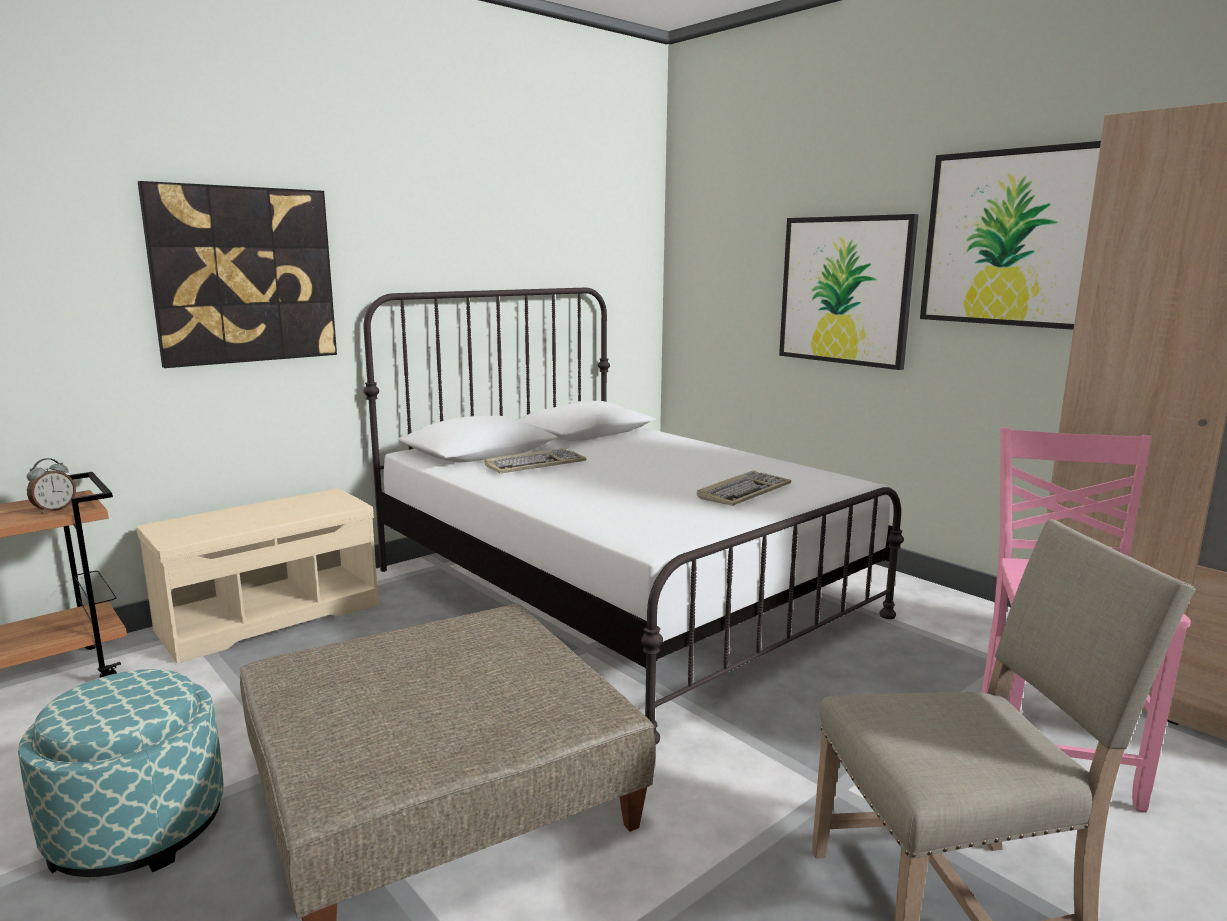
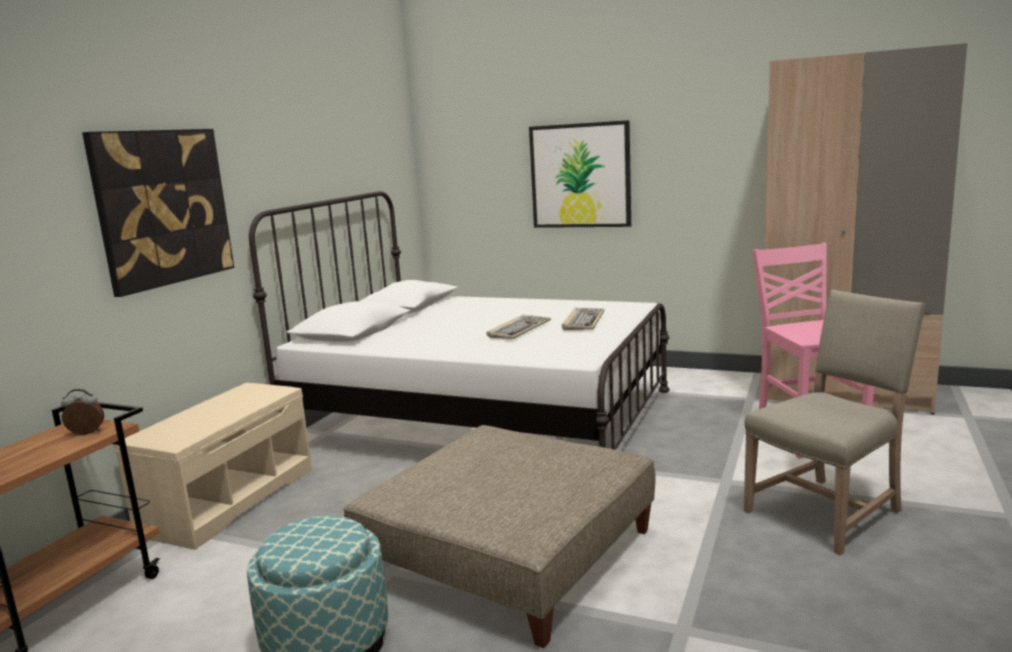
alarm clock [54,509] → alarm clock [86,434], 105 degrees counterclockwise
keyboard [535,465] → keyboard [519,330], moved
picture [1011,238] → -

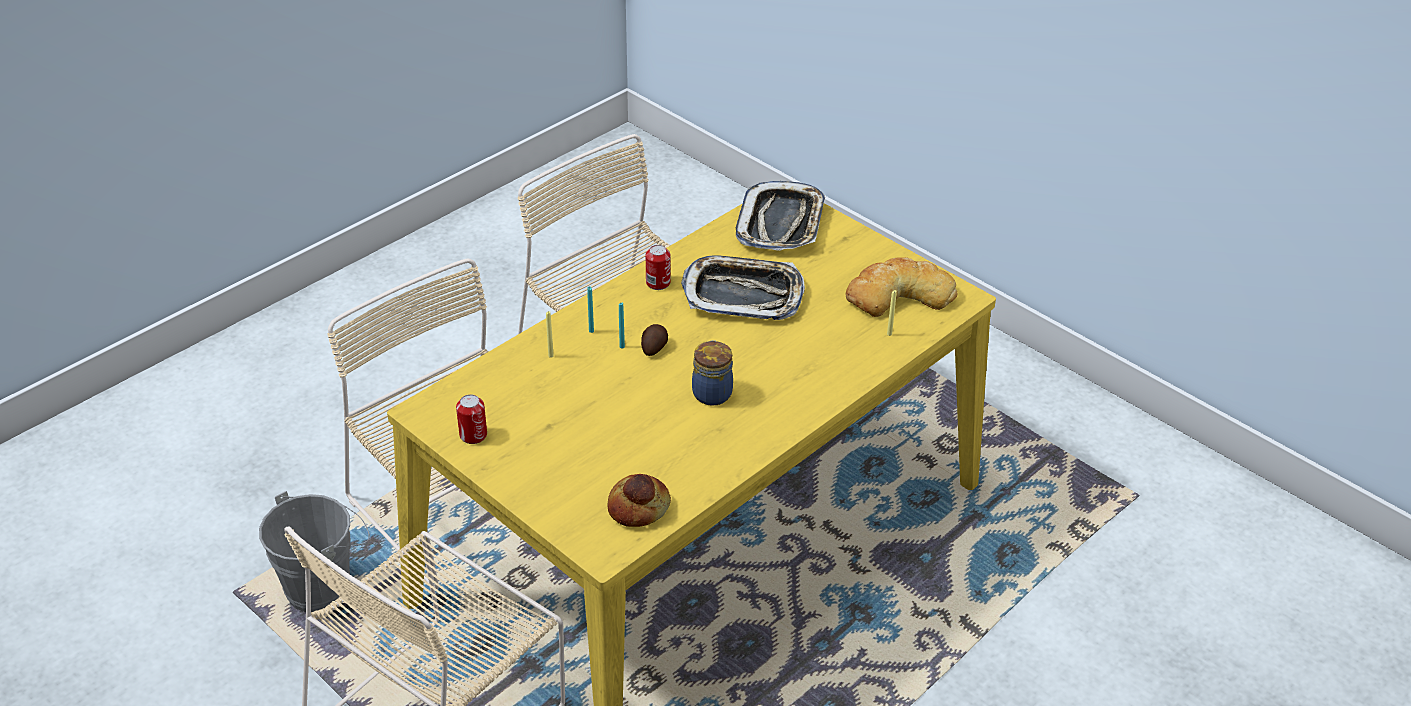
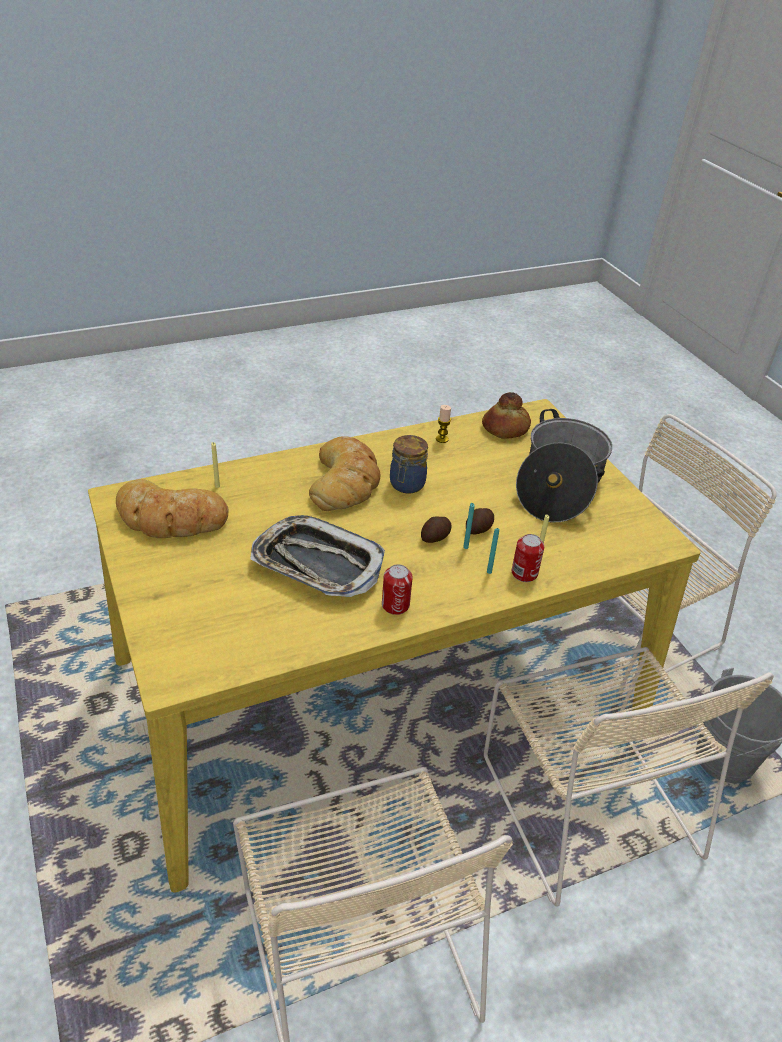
can [473,435] → can [524,573], moved
tray [781,224] → -
- → bread [346,480]
- → candle [442,439]
- → potato [479,529]
- → cooking pot [558,485]

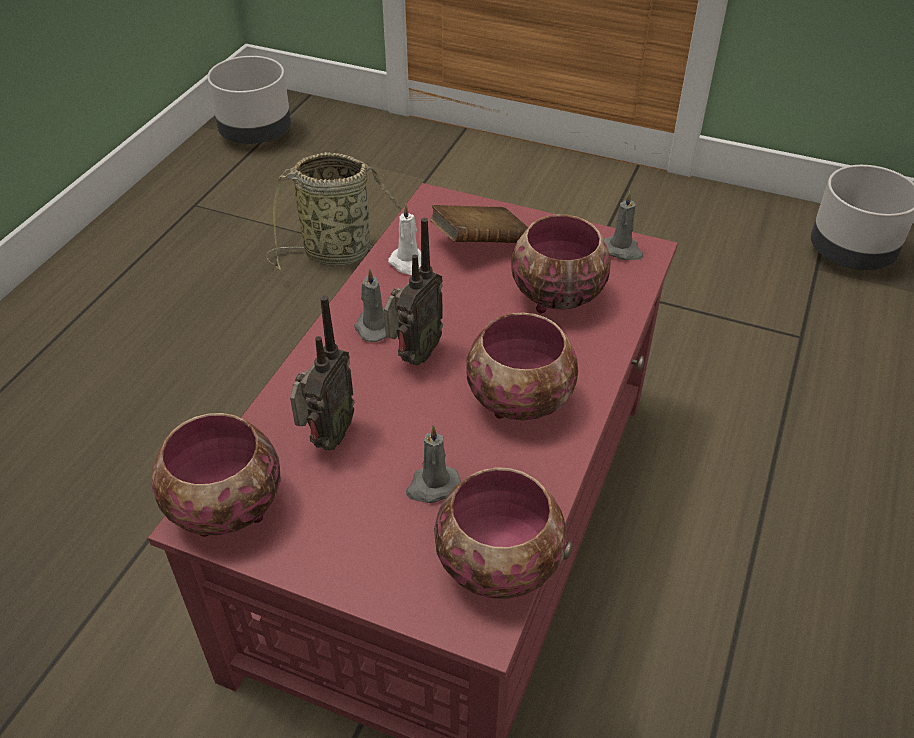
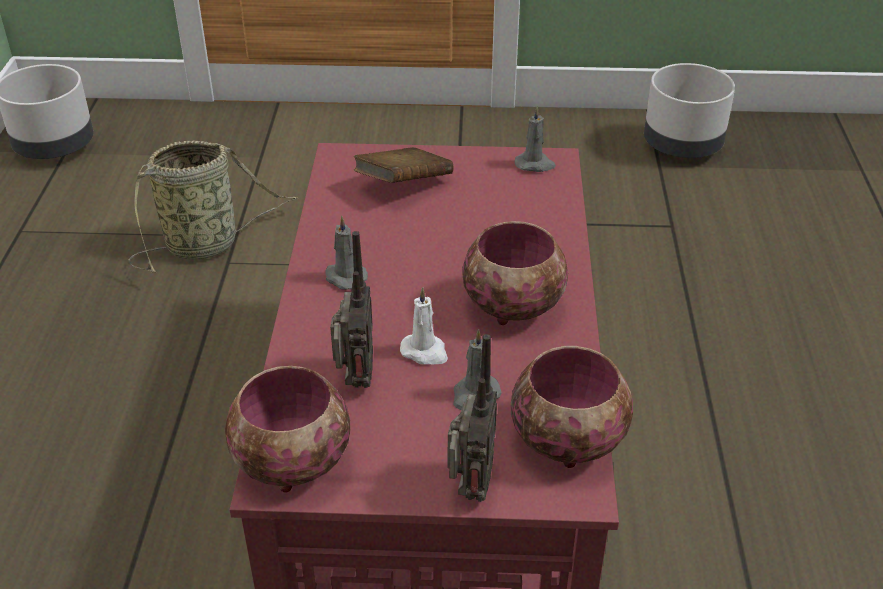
radio [413,356] → radio [470,489], moved
candle (white) [409,264] → candle (white) [425,352], moved
bowl [555,296] → -

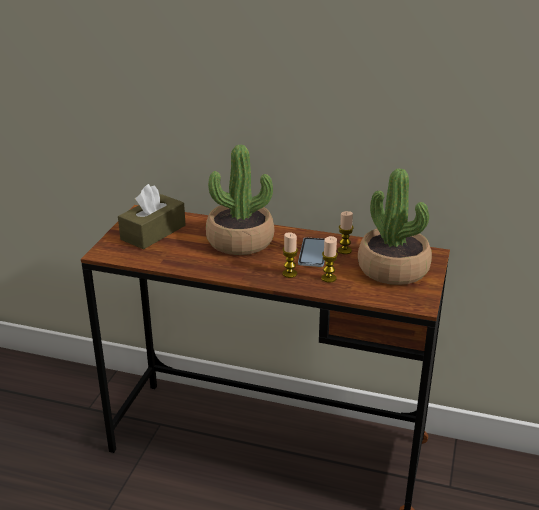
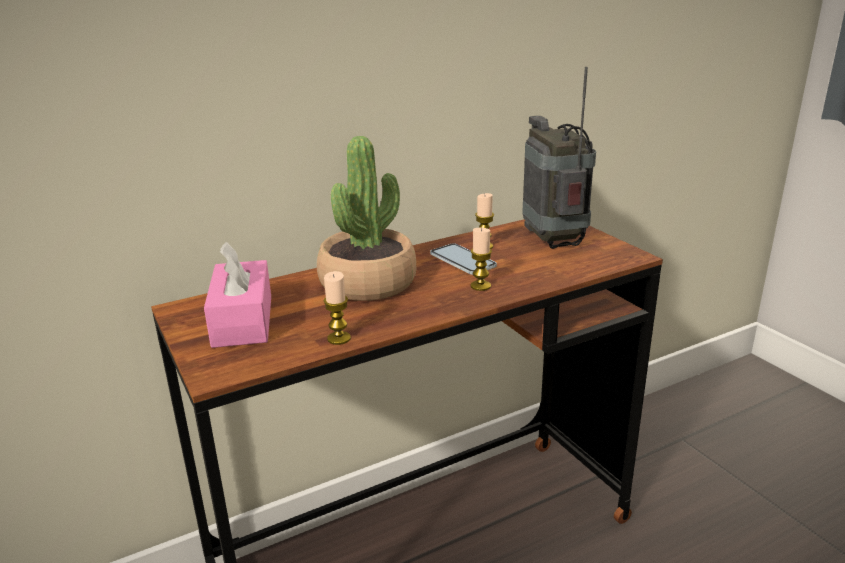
tissue box (brown) [153,232] → tissue box (pink) [243,321]
candle [328,278] → candle [339,338], moved
potted plant [393,269] → radio [554,241]

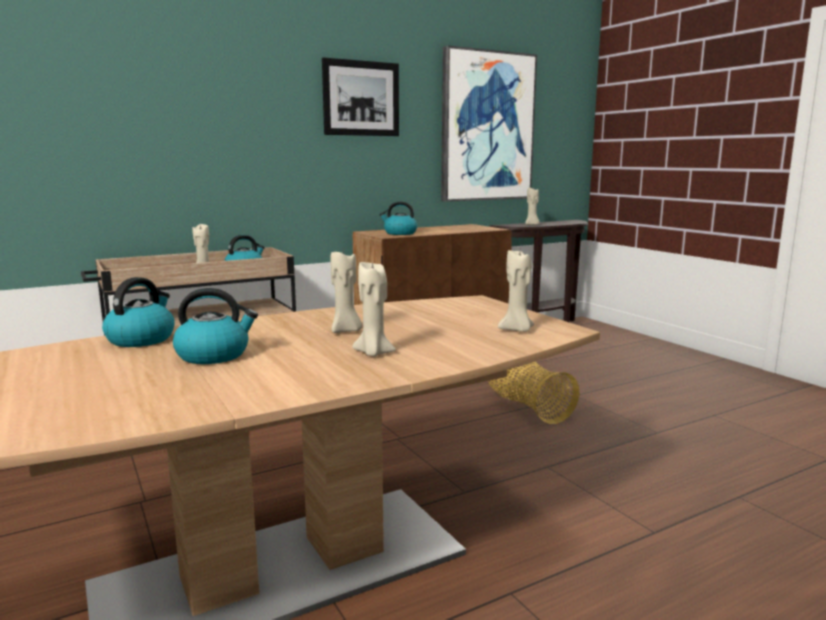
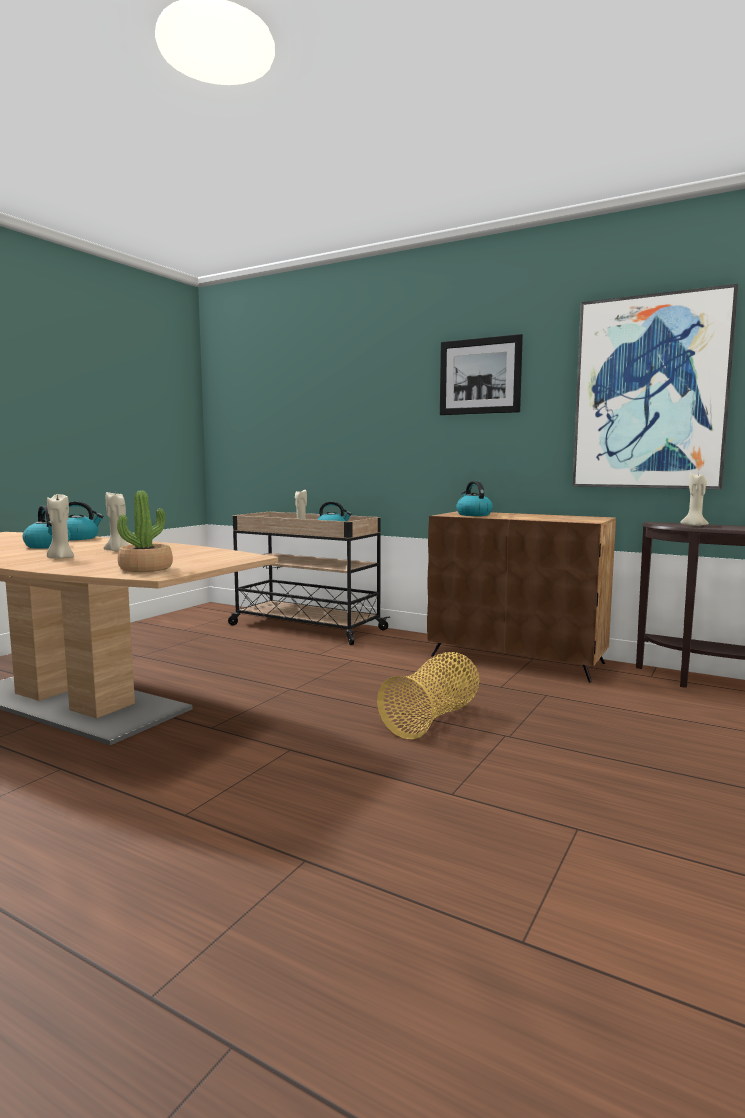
candle (beige) [517,330] → potted plant [146,568]

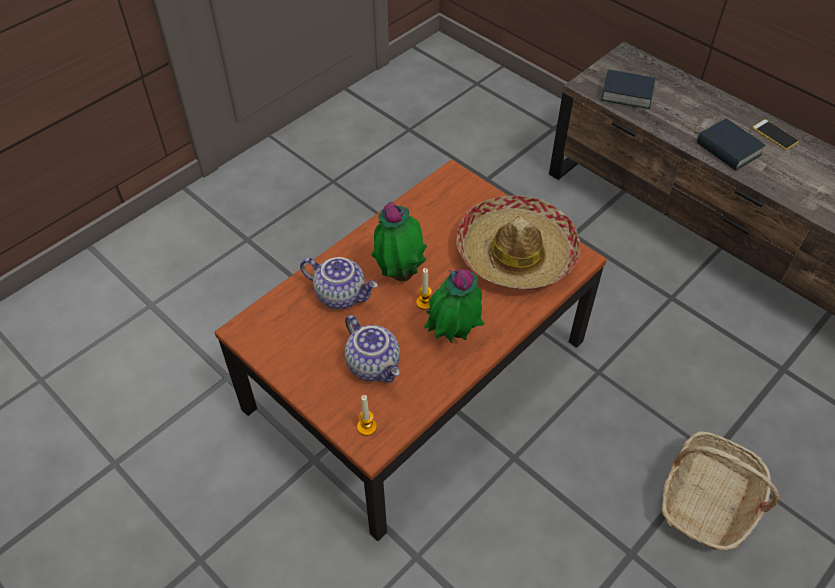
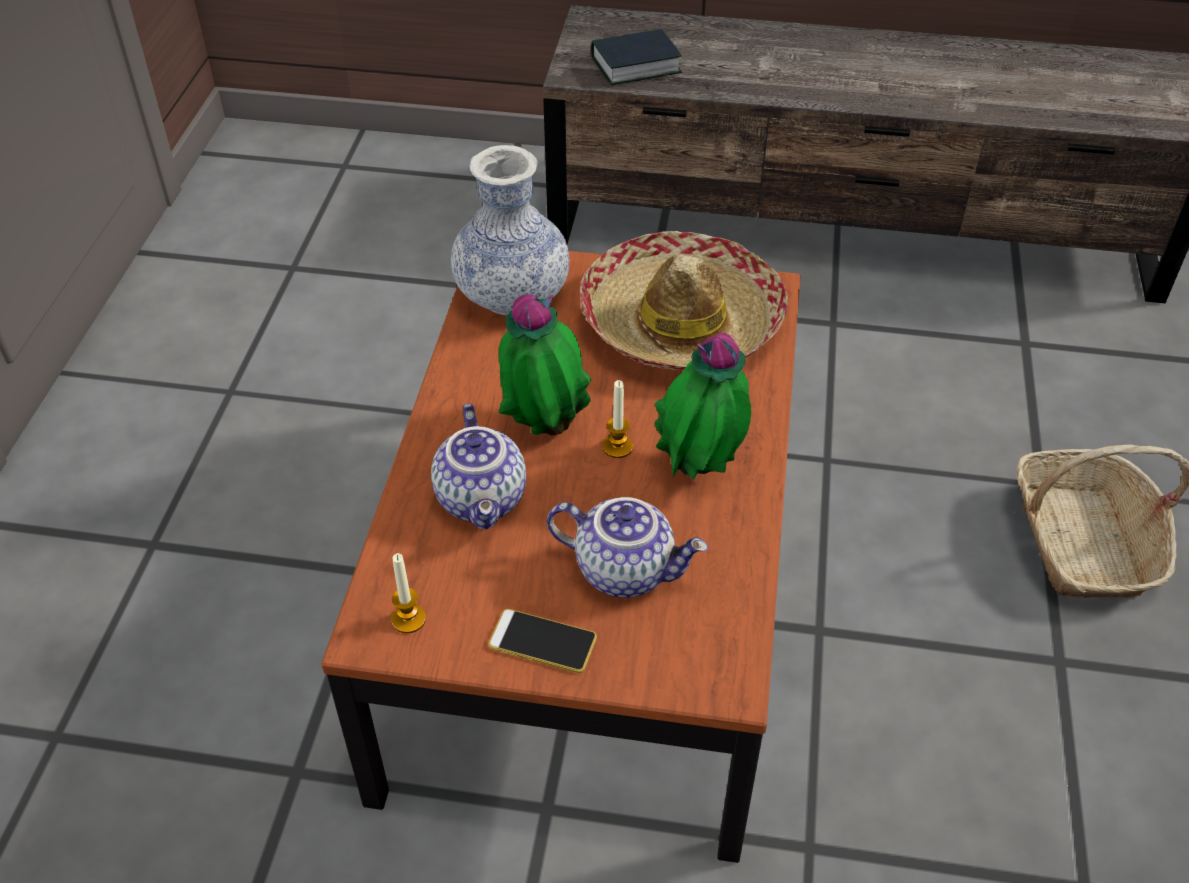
teapot [341,294] → teapot [484,499], 90 degrees clockwise
candle [367,427] → candle [408,619], moved
book [728,149] → -
phone [775,135] → phone [542,642], moved
- → vase [512,295]

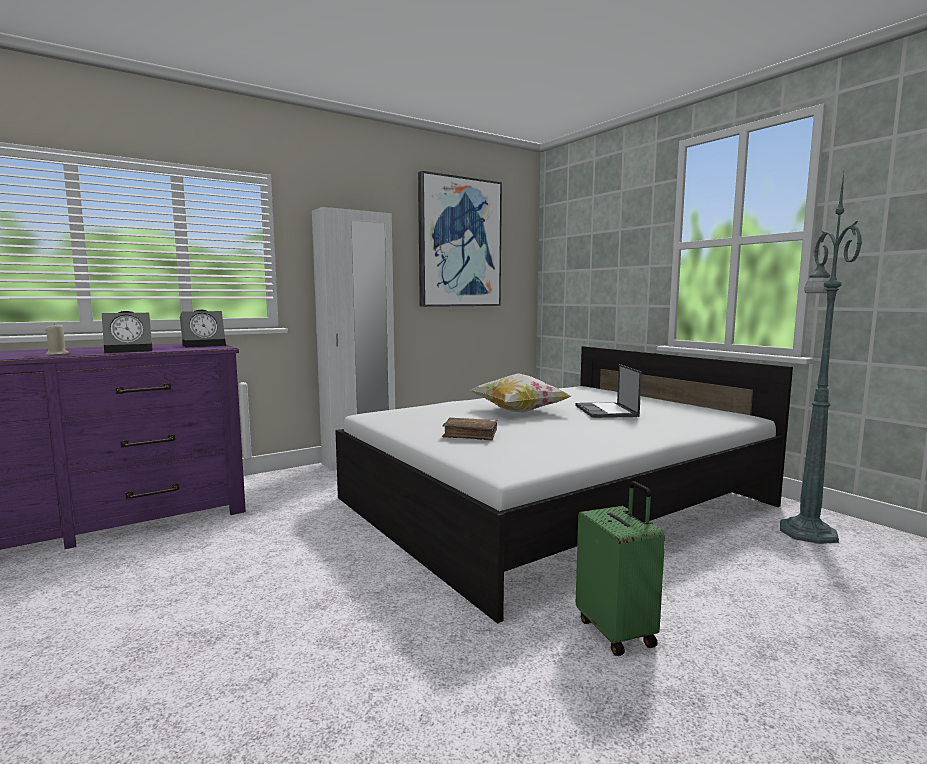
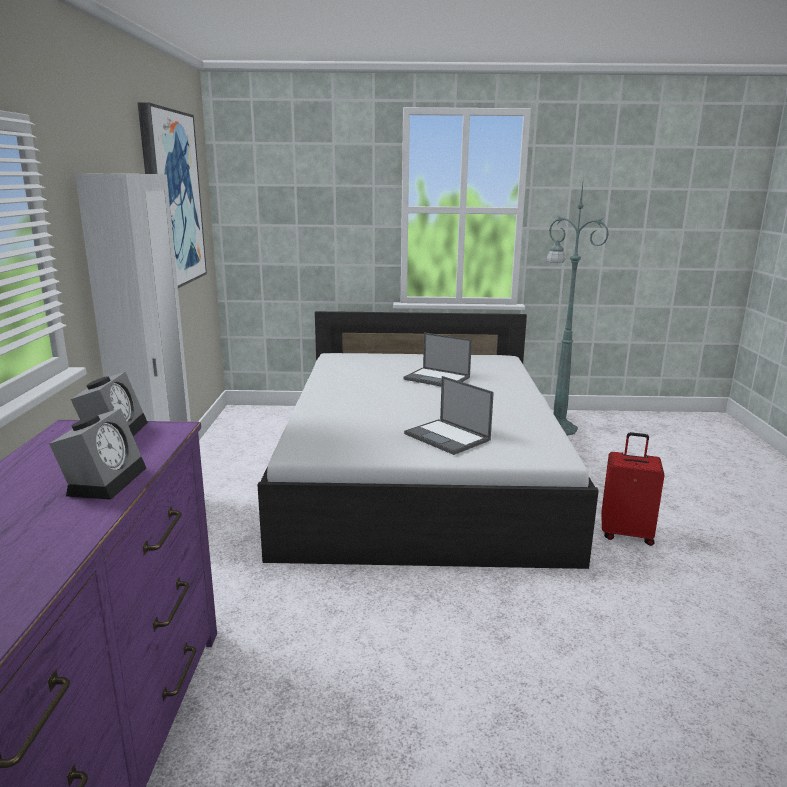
candle (beige) [58,354] → -
book (brown) [470,435] → laptop [448,437]
pillow [518,412] → -
suitcase (green) [617,632] → suitcase (red) [626,534]

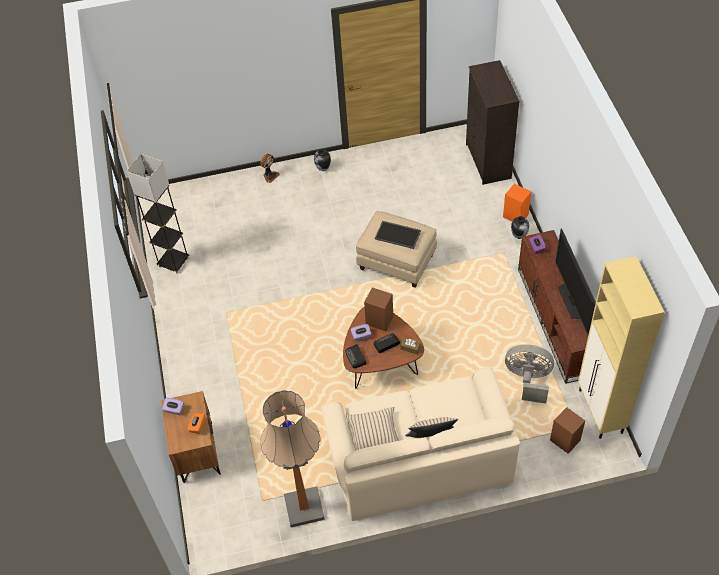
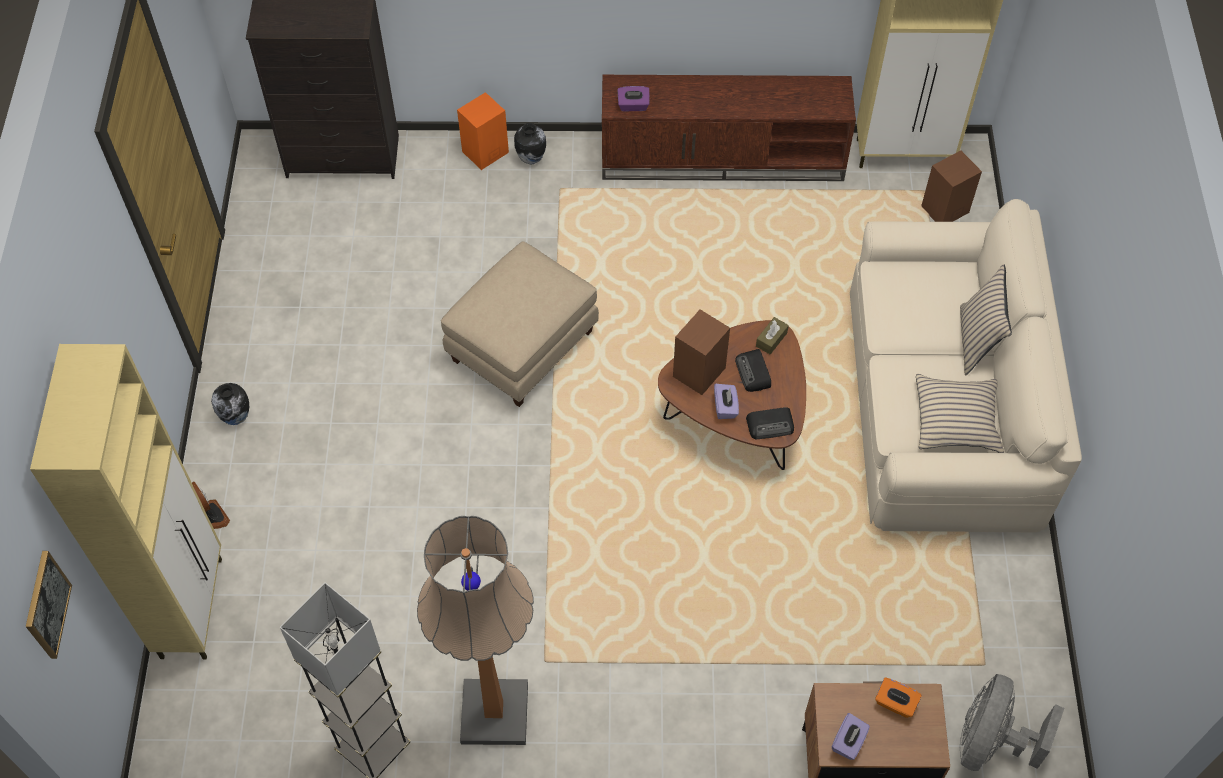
floor lamp [304,508] → floor lamp [495,713], moved
tray [398,234] → -
fan (grey) [528,380] → fan (grey) [990,741], moved
television [572,301] → -
- → picture [46,605]
- → cabinet (beige) [192,606]

